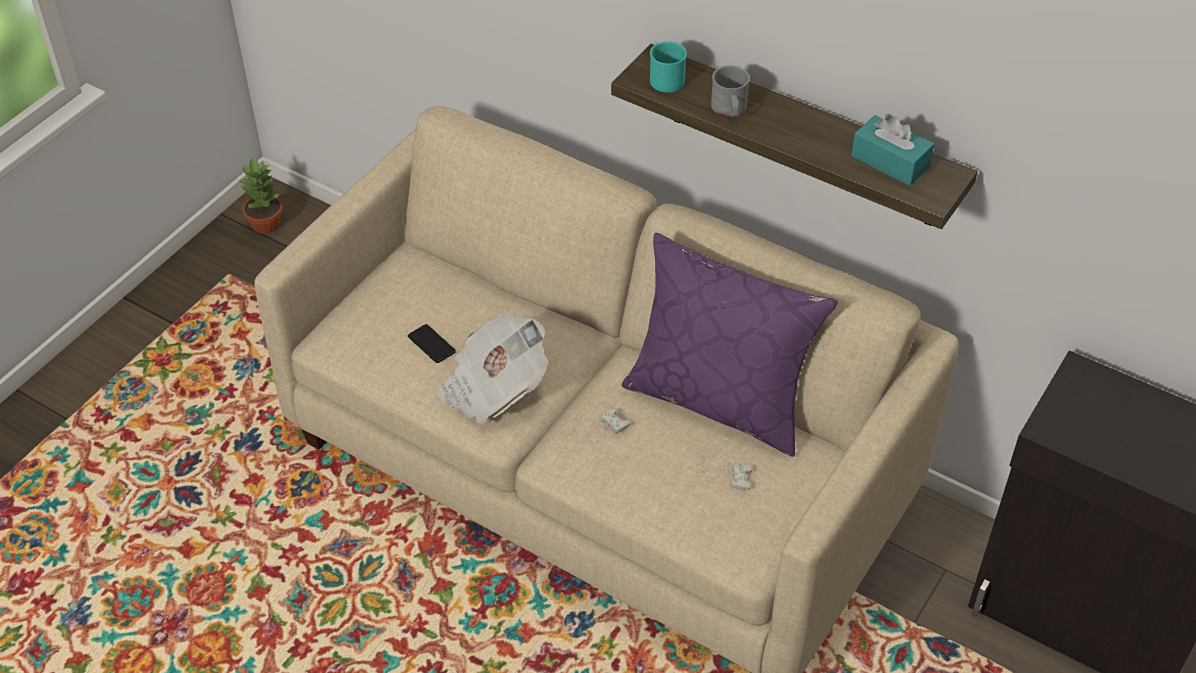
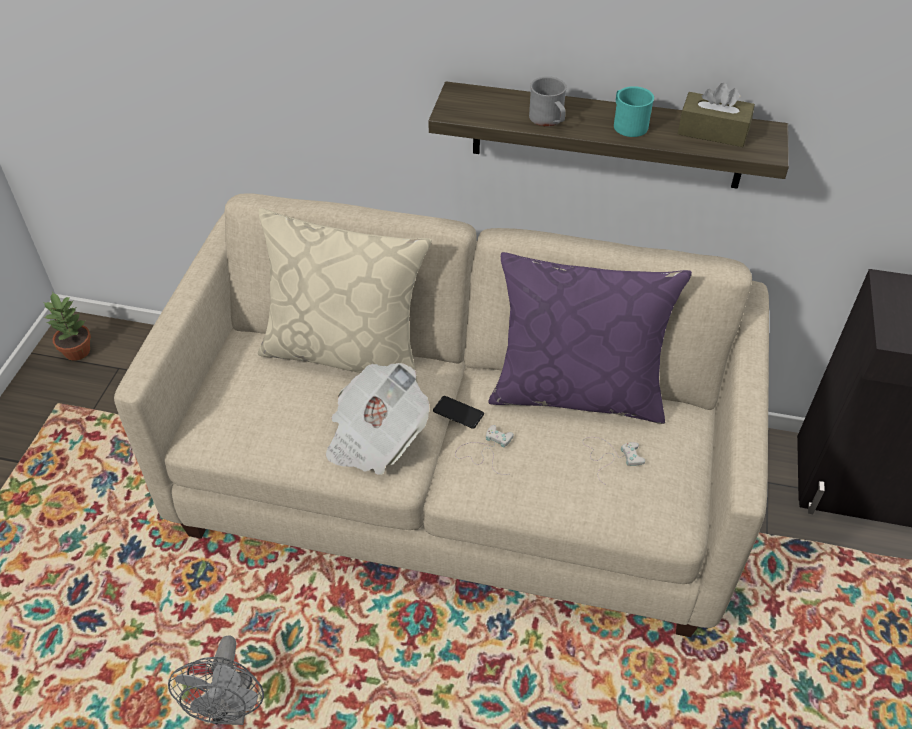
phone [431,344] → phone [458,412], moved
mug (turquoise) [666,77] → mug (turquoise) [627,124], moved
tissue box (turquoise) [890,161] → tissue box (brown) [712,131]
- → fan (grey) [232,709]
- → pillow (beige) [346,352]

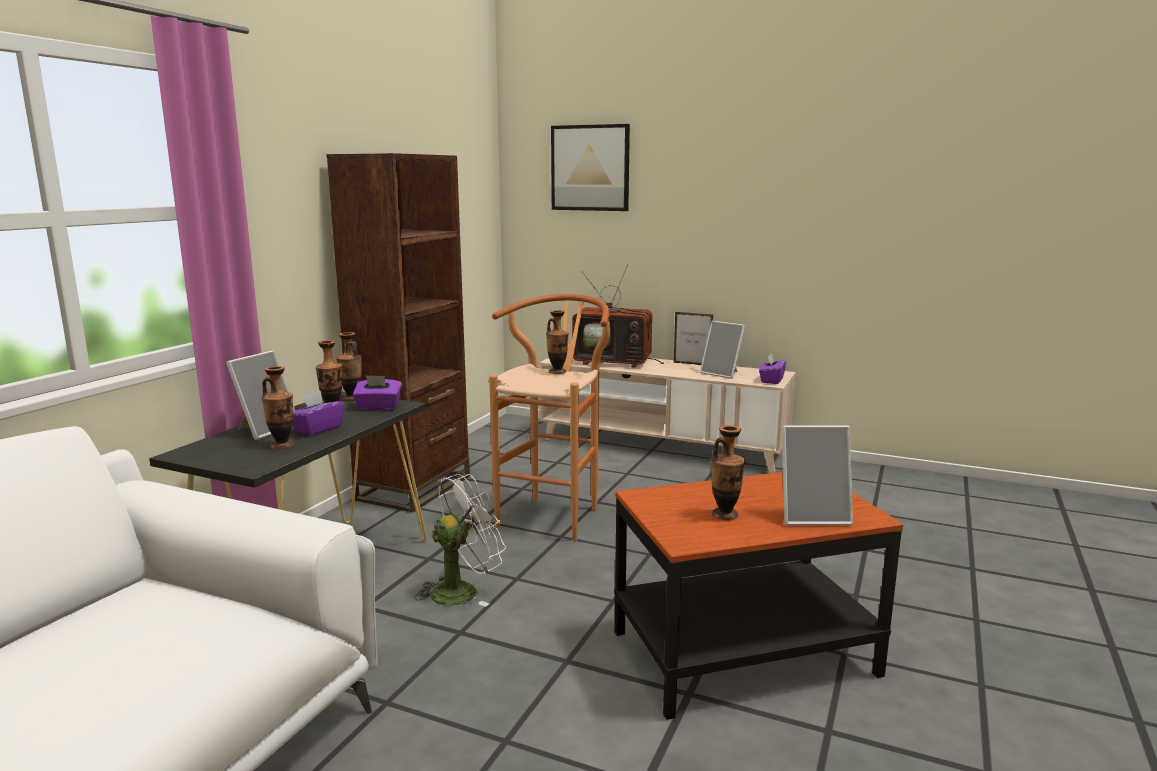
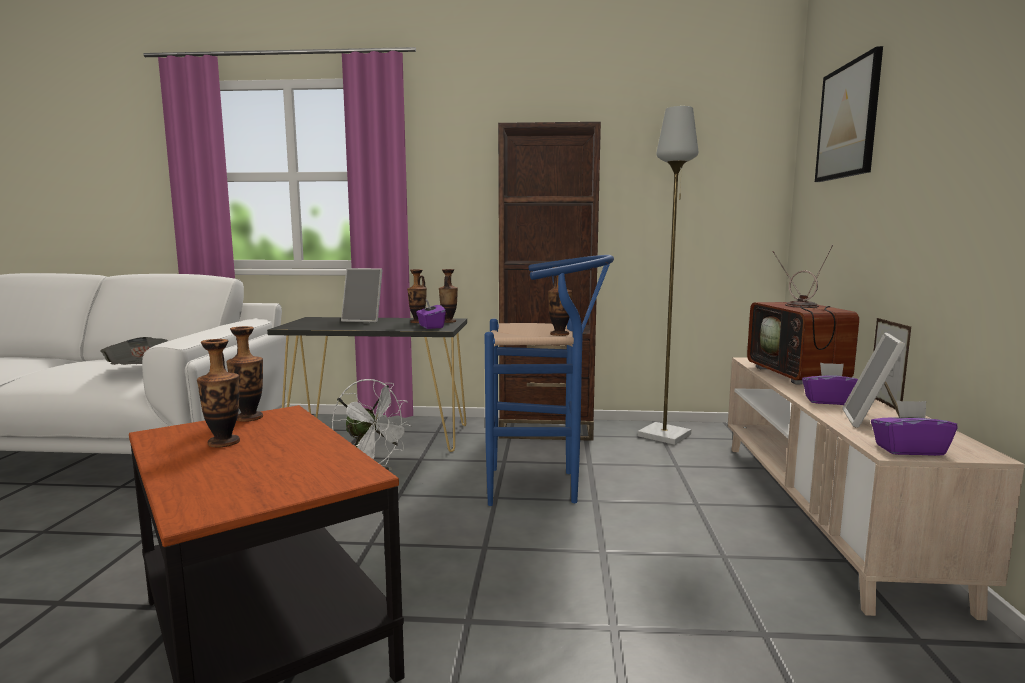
vase [282,445] → vase [249,418], moved
tissue box (purple) [317,429] → tissue box (purple) [829,401], moved
stool (brown) [554,514] → stool (blue) [543,486]
picture frame [812,516] → -
- → newspaper [140,369]
- → floor lamp (grey) [665,435]

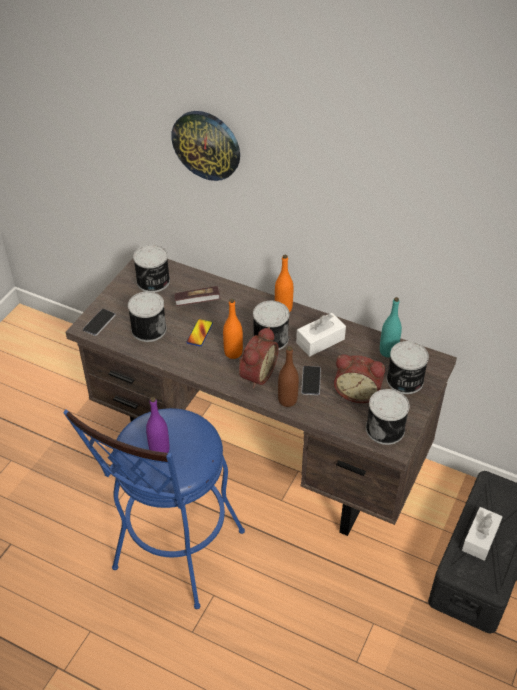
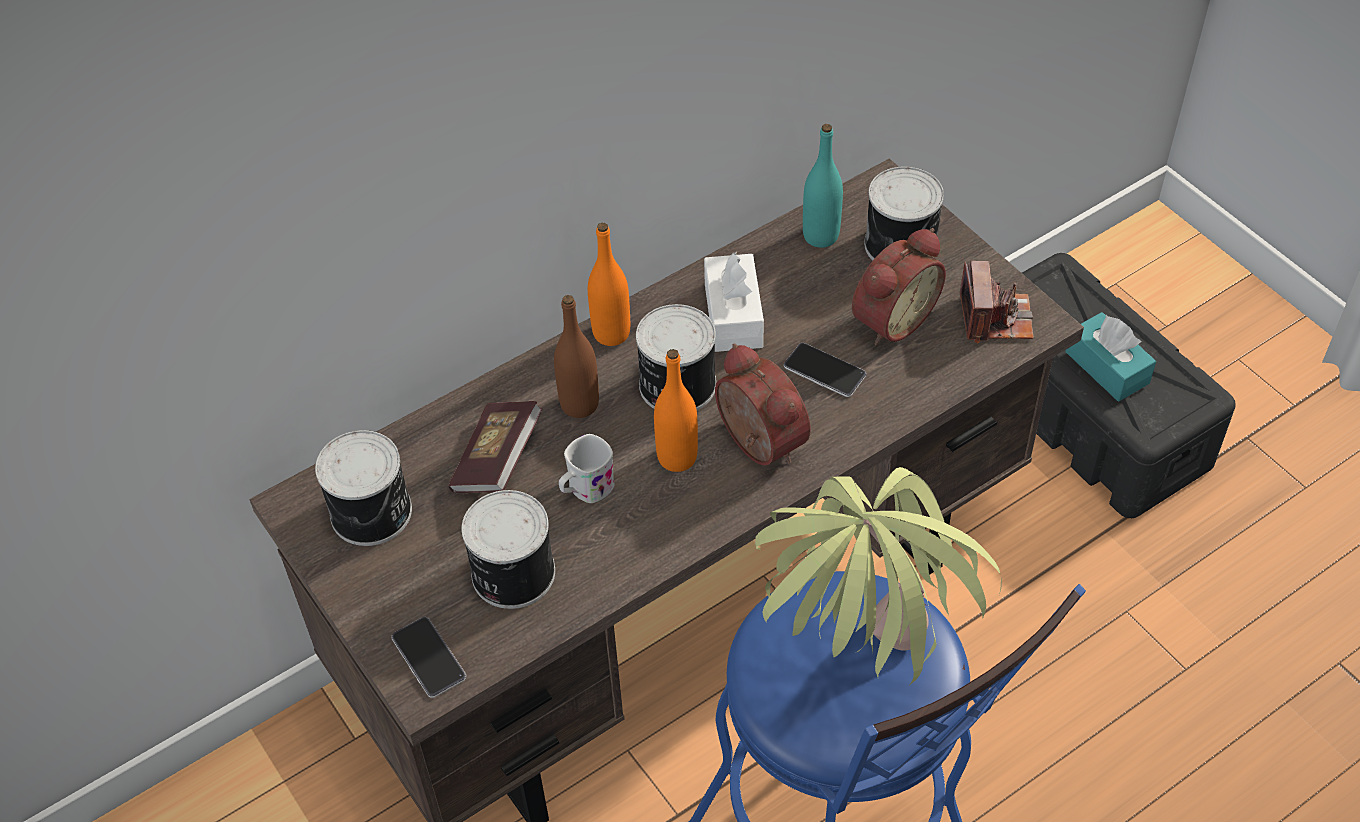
bottle (purple) [159,450] → potted plant [858,678]
wall clock [206,145] → -
phone [199,333] → mug (white) [585,490]
bottle (brown) [287,400] → bottle (brown) [579,404], moved
can [386,428] → photo camera [995,318]
tissue box (white) [480,538] → tissue box (turquoise) [1107,367]

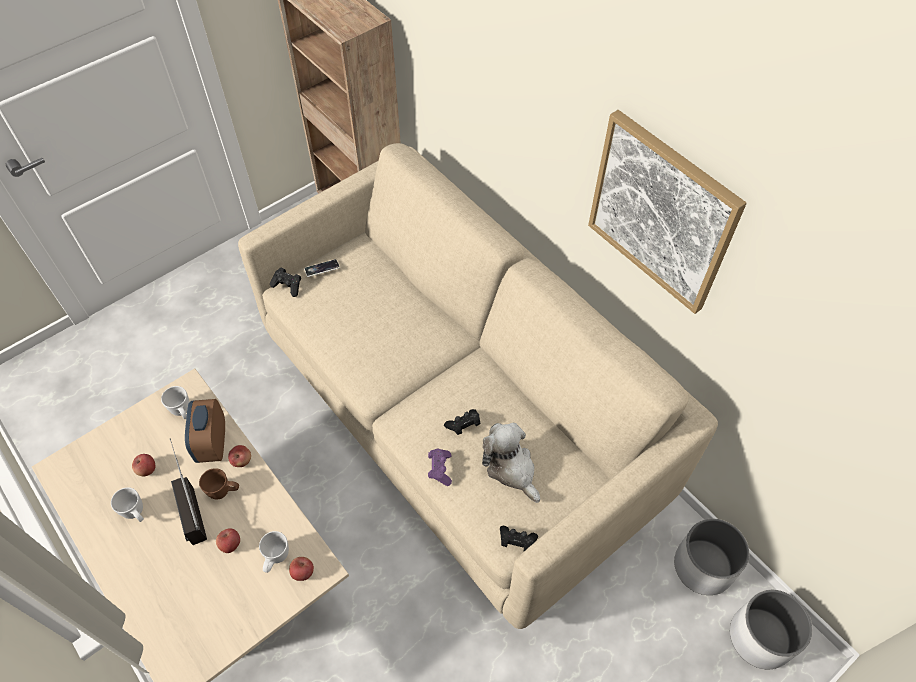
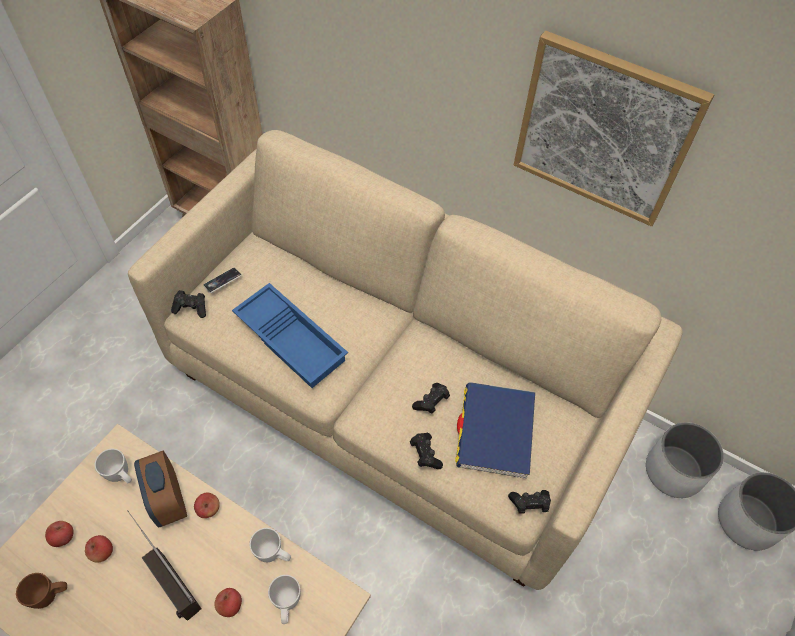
mug (white) [136,514] → mug (white) [274,554], moved
mug (brown) [224,492] → mug (brown) [51,595], moved
apple [303,572] → apple [63,537], moved
game controller (purple) [440,469] → game controller (black) [425,454]
plush toy [511,468] → book (blue) [495,431]
- → tray (blue) [292,339]

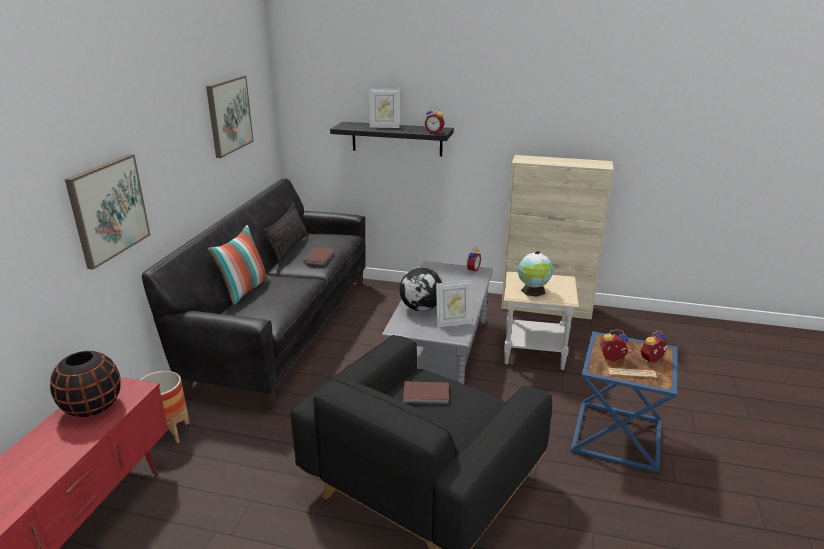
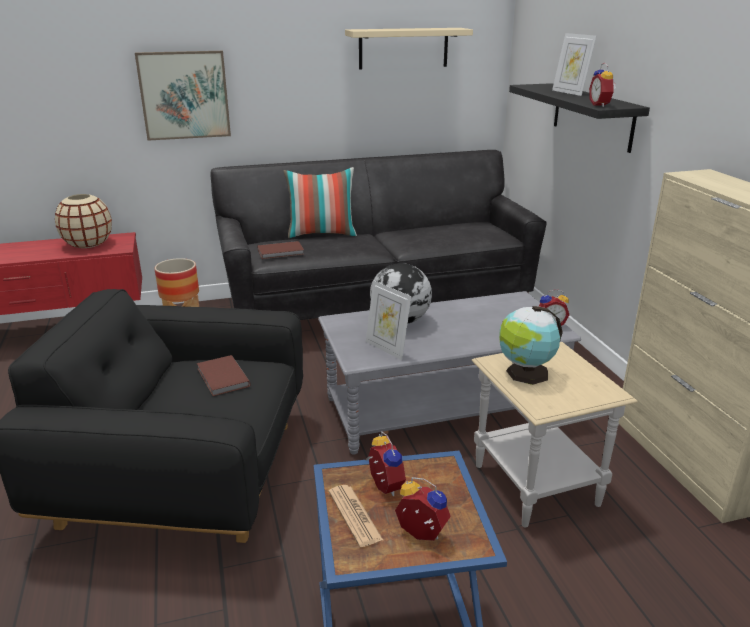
vase (black) [92,407] → vase (beige) [88,244]
picture [229,115] → shelf (beige) [403,48]
pillow [289,249] → -
book (brown) [320,257] → book (brown) [281,252], moved

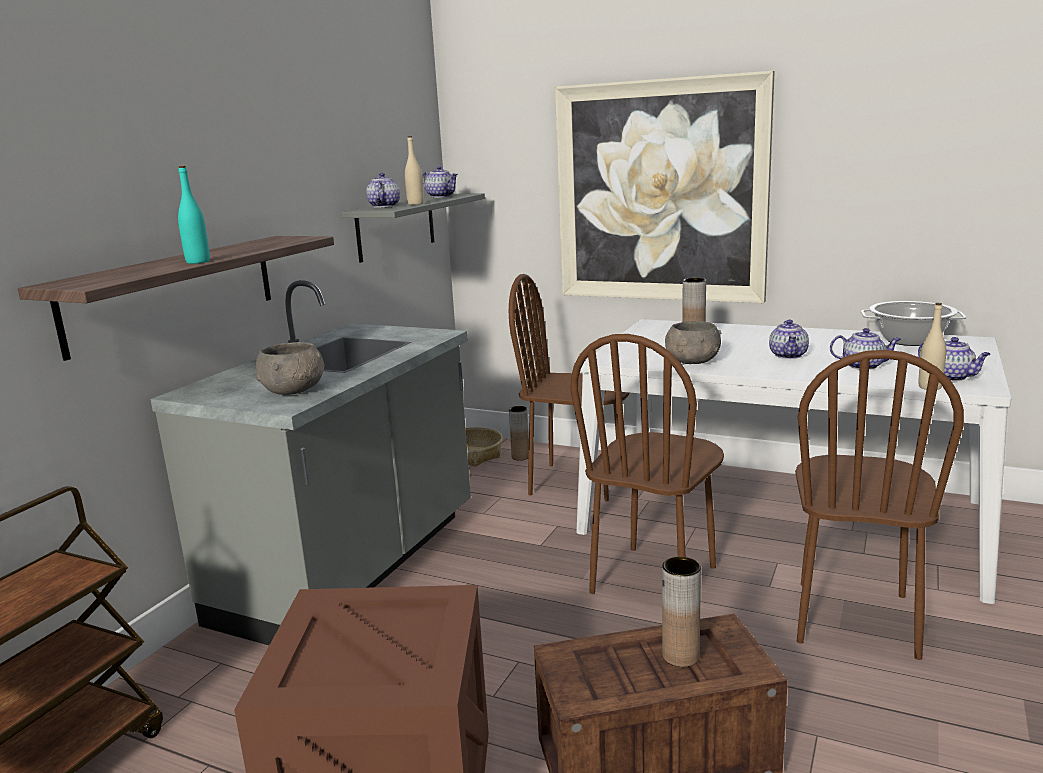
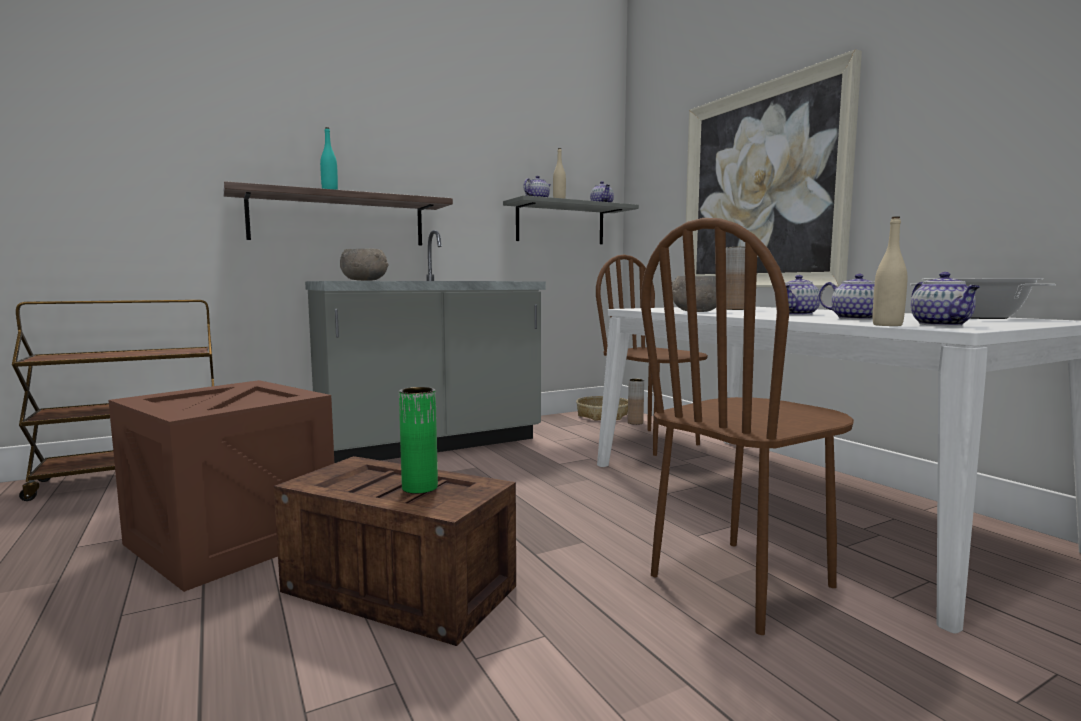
chair (brown) [655,580] → -
vase (brown) [680,656] → vase (green) [420,487]

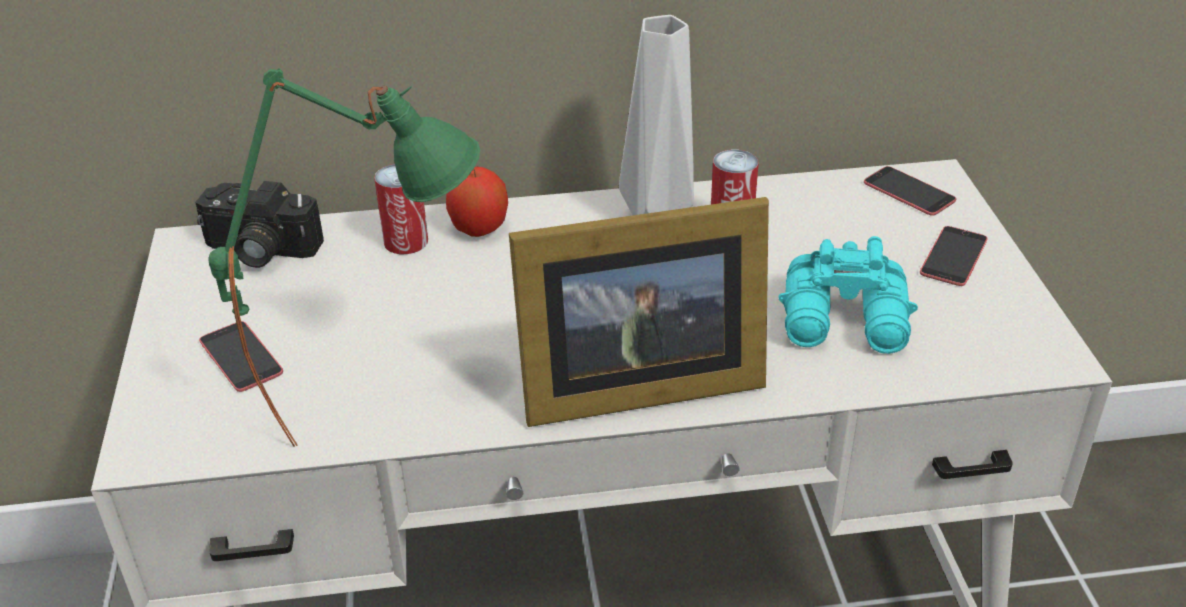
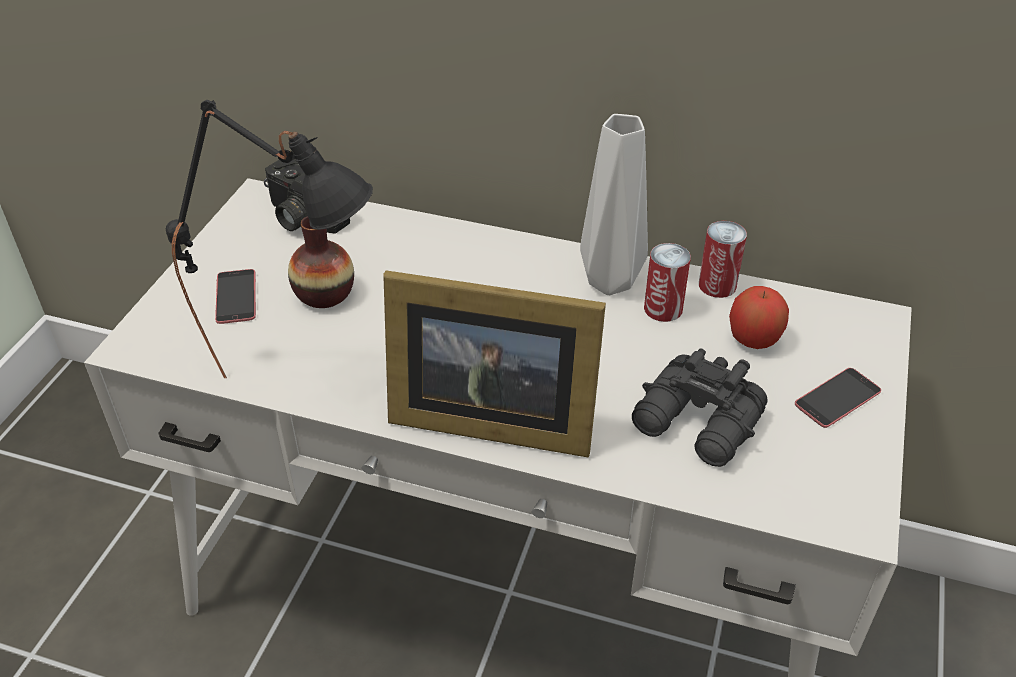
table lamp (green) [377,408] → table lamp (black) [297,369]
can [406,241] → can [717,285], moved
apple [479,228] → apple [753,339], moved
binoculars (turquoise) [847,322] → binoculars (black) [698,425]
phone [909,191] → -
- → vase [324,294]

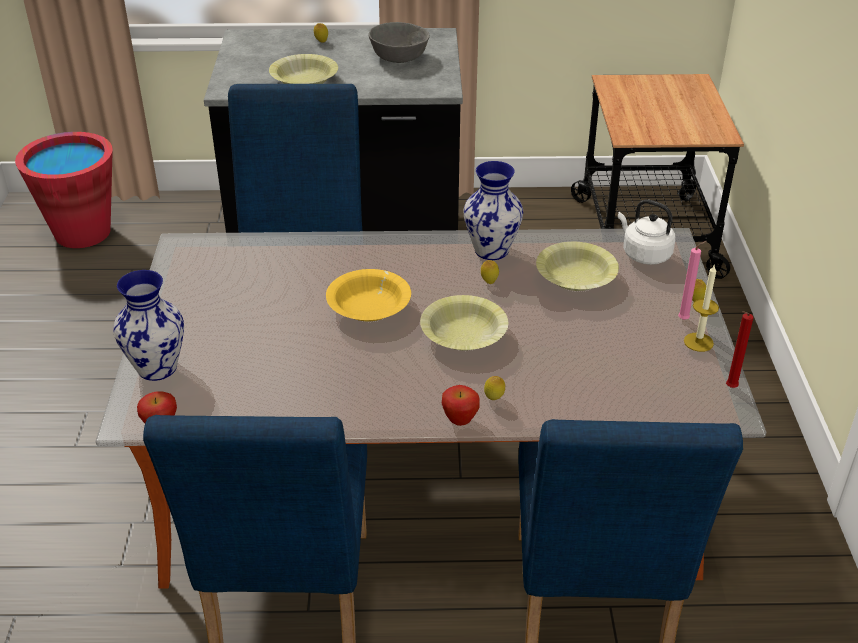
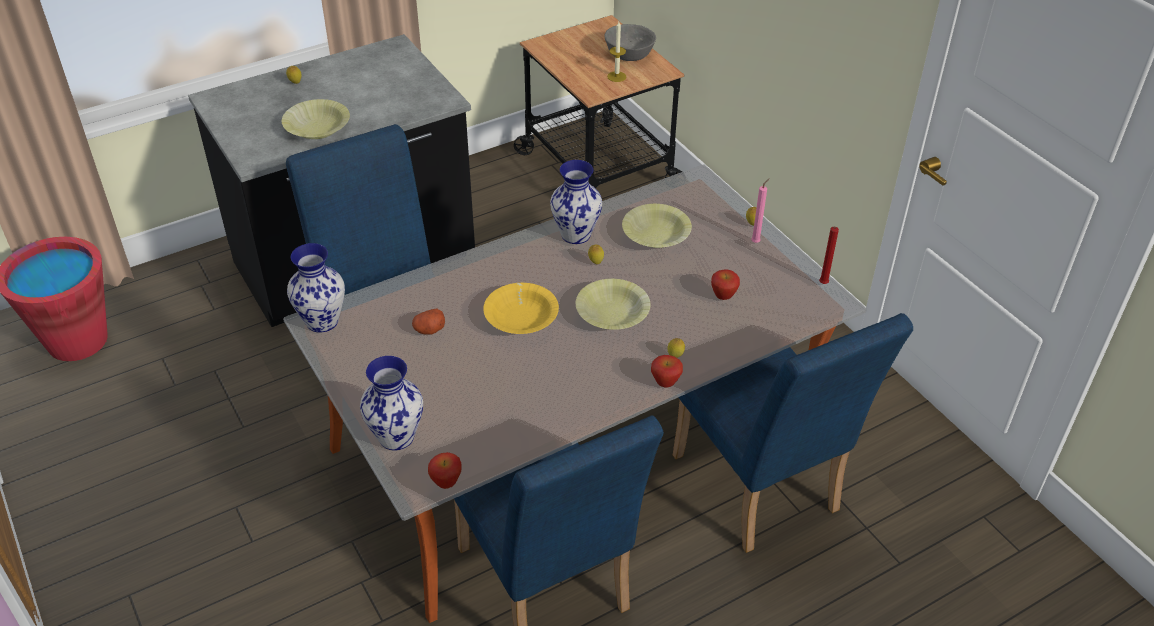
bowl (grey) [399,57] → bowl (grey) [629,54], moved
kettle (white) [644,254] → -
candle [698,342] → candle [616,76], moved
- → vase [323,322]
- → potato [429,329]
- → apple [723,297]

